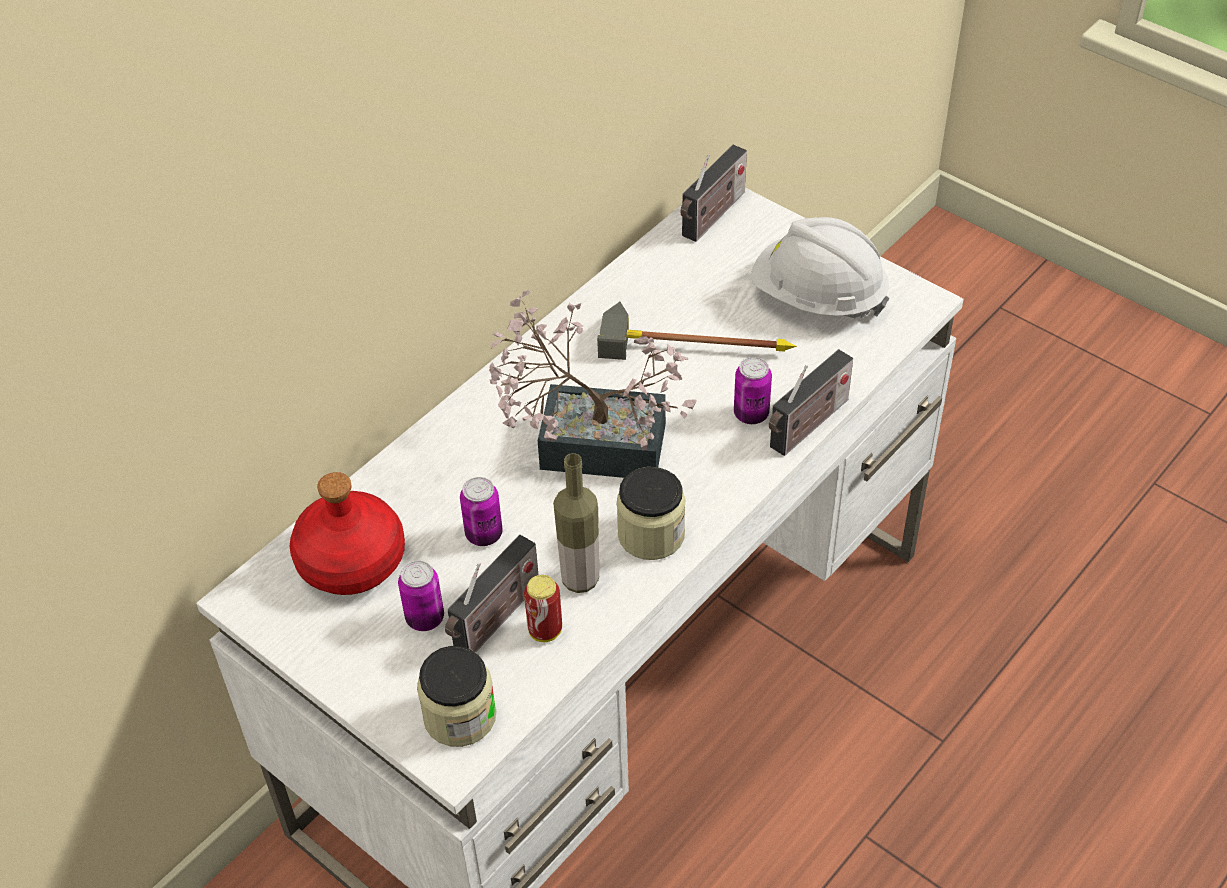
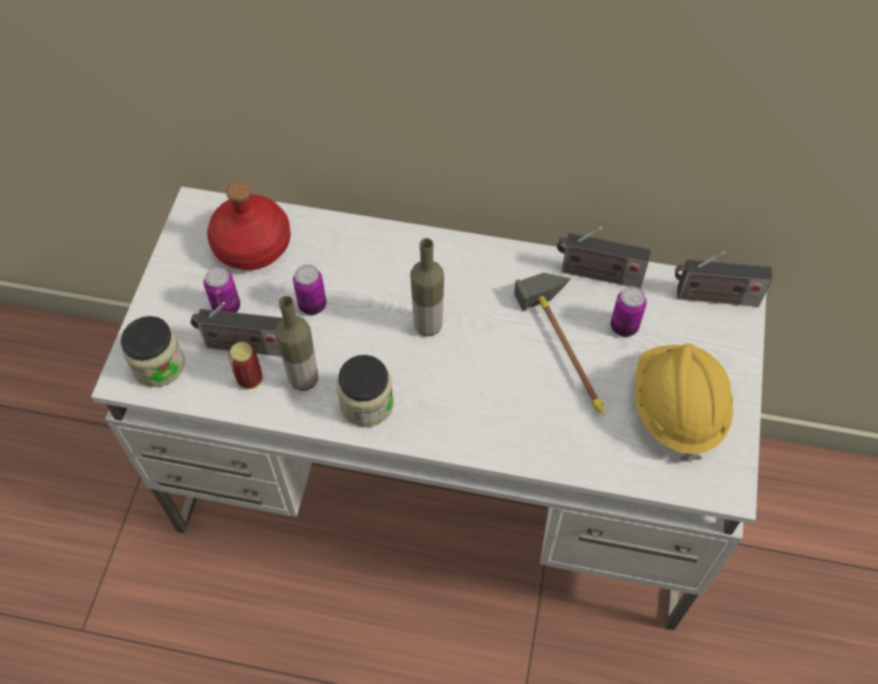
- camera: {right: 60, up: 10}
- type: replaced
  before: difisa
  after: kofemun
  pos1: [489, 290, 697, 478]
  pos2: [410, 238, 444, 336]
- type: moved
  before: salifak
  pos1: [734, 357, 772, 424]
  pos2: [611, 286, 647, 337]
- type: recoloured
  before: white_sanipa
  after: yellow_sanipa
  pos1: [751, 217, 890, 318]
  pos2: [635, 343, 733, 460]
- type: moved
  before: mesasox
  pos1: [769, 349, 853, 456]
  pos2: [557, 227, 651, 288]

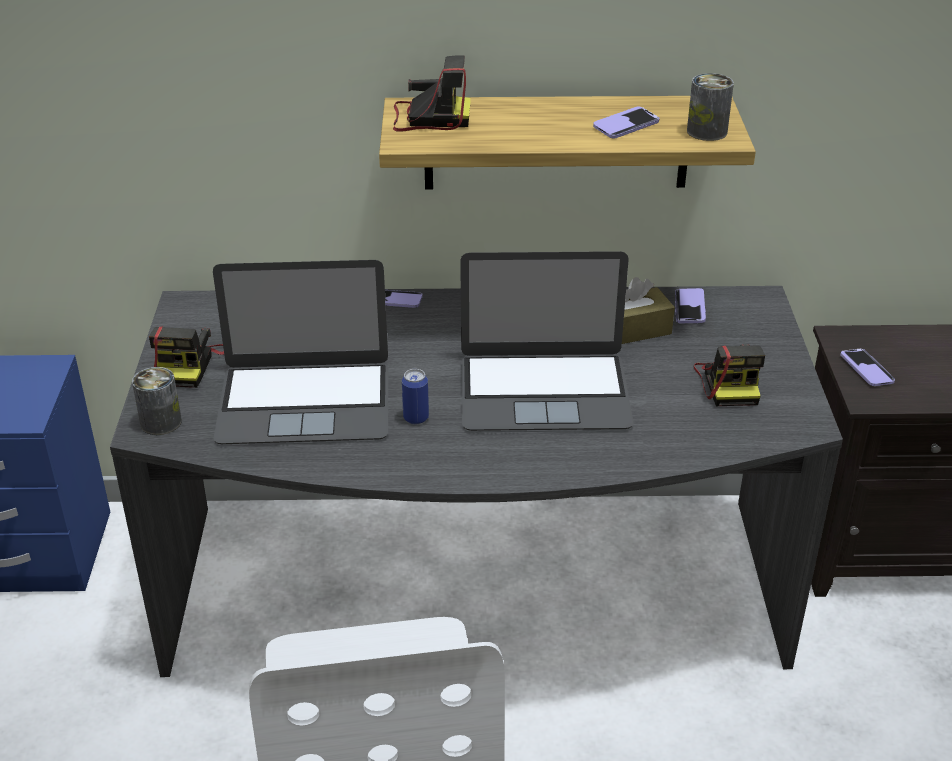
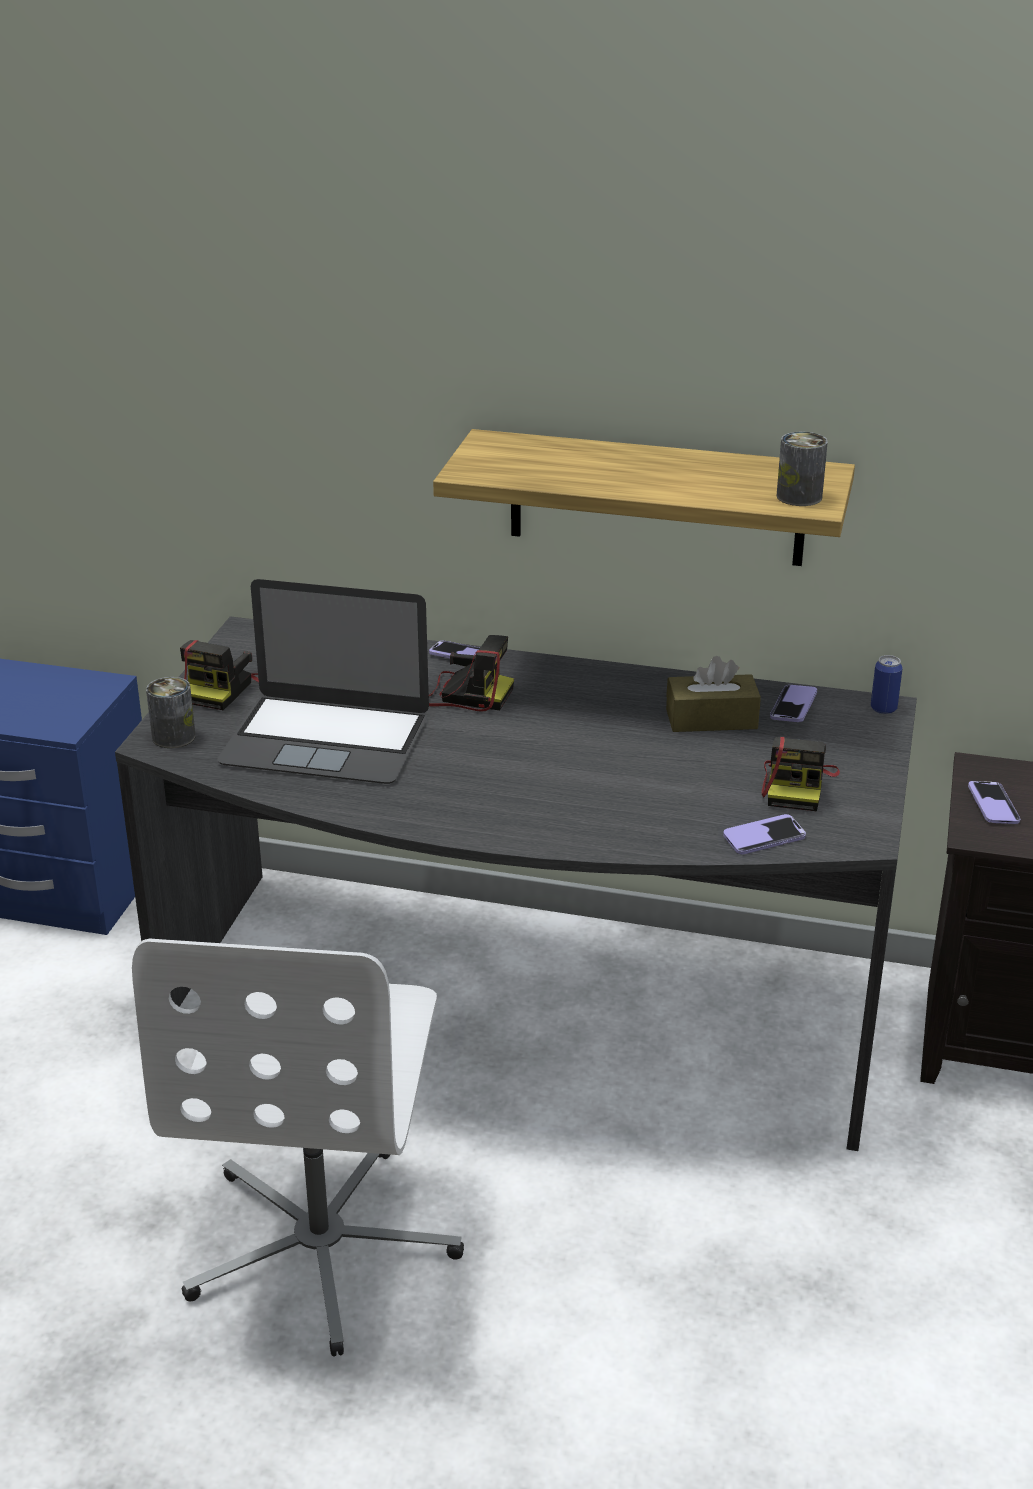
- camera: {right: 15, up: -5}
- type: moved
  before: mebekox
  pos1: [393, 55, 471, 132]
  pos2: [429, 635, 514, 711]
- type: moved
  before: salifak
  pos1: [402, 369, 429, 424]
  pos2: [871, 655, 903, 714]
- type: removed
  before: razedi
  pos1: [460, 251, 634, 431]
- type: moved
  before: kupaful
  pos1: [593, 106, 659, 138]
  pos2: [723, 814, 806, 854]

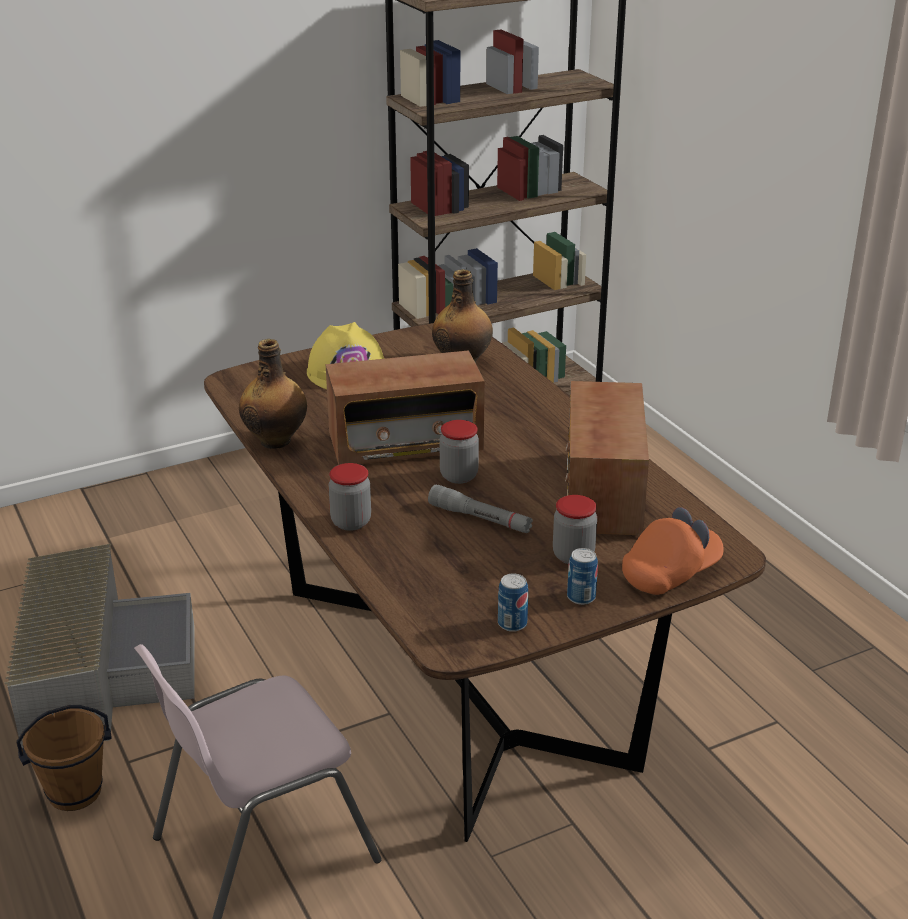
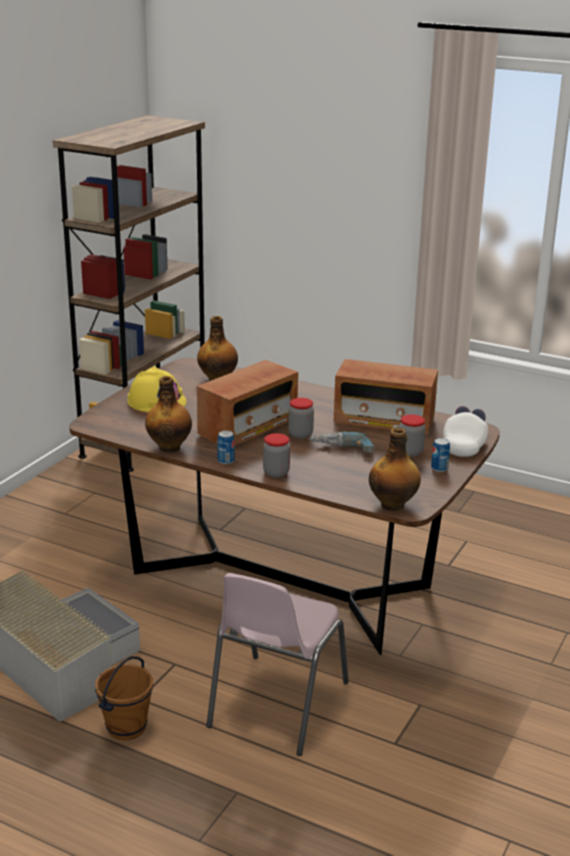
- camera: {right: -35, up: -5}
- type: replaced
  before: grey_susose
  after: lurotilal
  pos1: [428, 485, 533, 534]
  pos2: [309, 432, 375, 453]
- type: moved
  before: salifak
  pos1: [498, 573, 528, 632]
  pos2: [217, 430, 235, 464]
- type: turned
  before: mesasox
  pos1: [565, 381, 649, 535]
  pos2: [334, 359, 438, 435]
  turn: -45
- type: recoloured
  before: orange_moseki
  after: white_moseki
  pos1: [622, 507, 724, 595]
  pos2: [443, 406, 488, 457]
- type: added
  after: kofemun
  pos2: [369, 428, 421, 511]

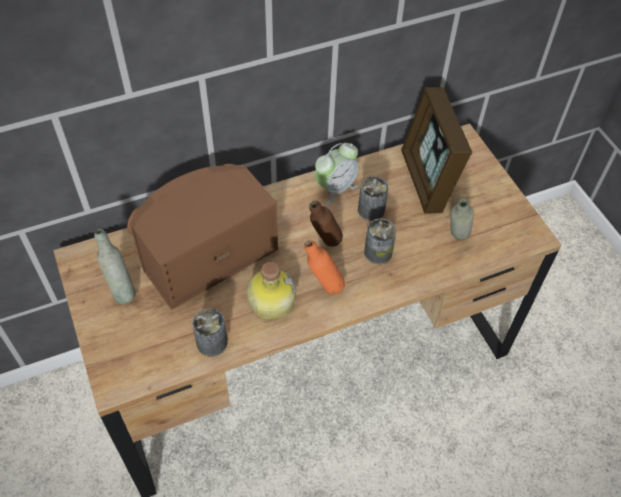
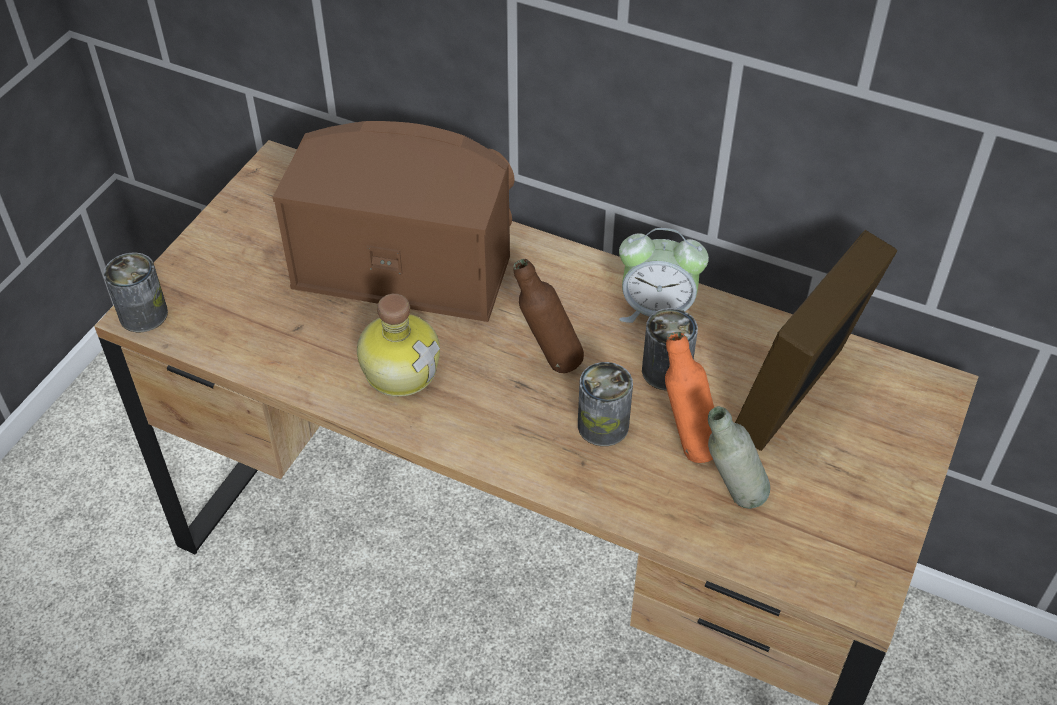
- camera: {right: 50, up: -5}
- type: removed
  before: grey_kofemun
  pos1: [94, 229, 136, 304]
- type: moved
  before: salifak
  pos1: [192, 308, 227, 357]
  pos2: [104, 253, 168, 332]
- type: moved
  before: orange_kofemun
  pos1: [304, 240, 345, 295]
  pos2: [665, 332, 714, 463]

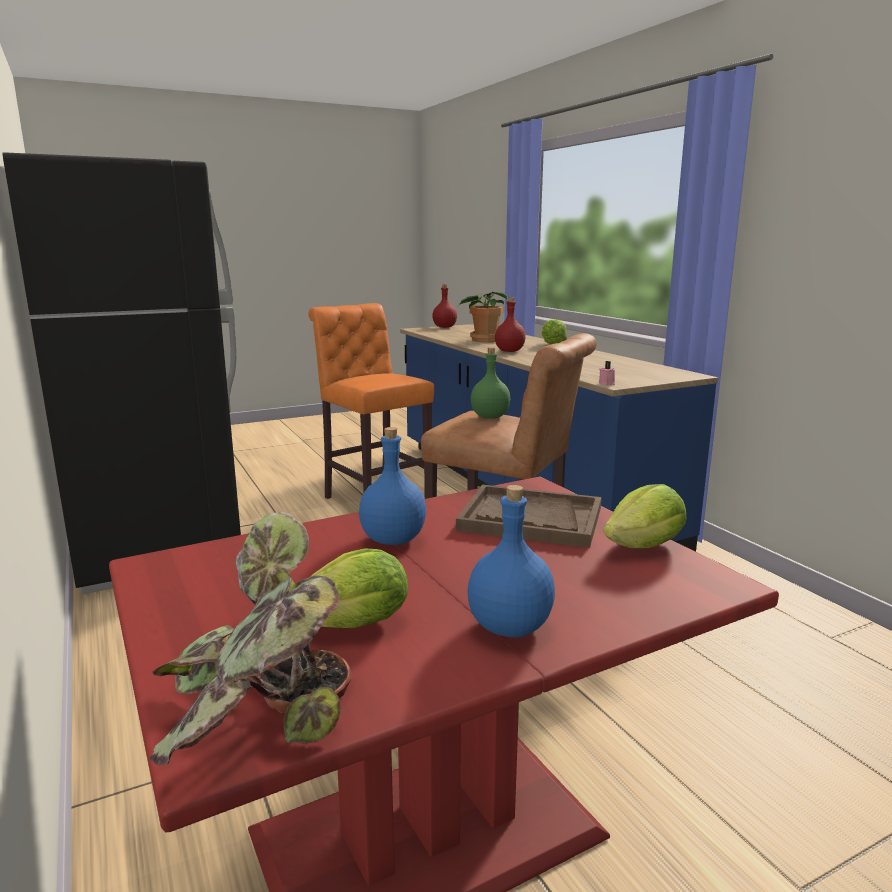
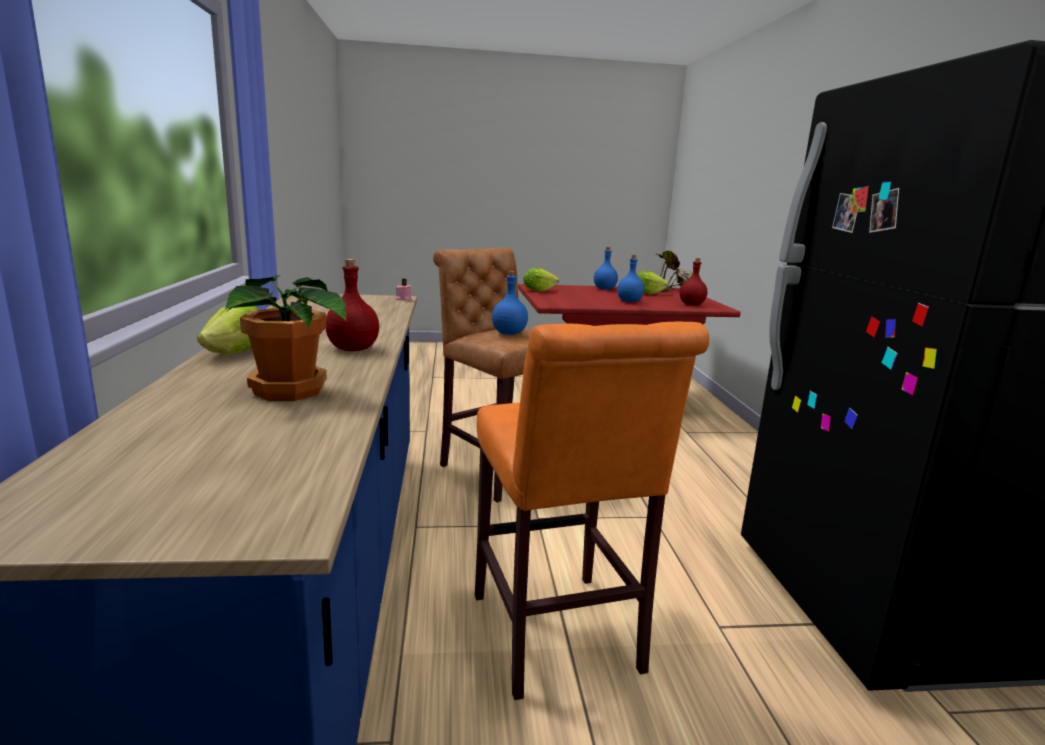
- camera: {right: -160, up: 0}
- type: moved
  before: red_kofemun
  pos1: [432, 284, 457, 328]
  pos2: [679, 258, 707, 305]
- type: removed
  before: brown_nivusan
  pos1: [456, 484, 602, 548]
- type: recoloured
  before: green_kofemun
  after: blue_kofemun
  pos1: [471, 347, 510, 418]
  pos2: [492, 271, 528, 335]

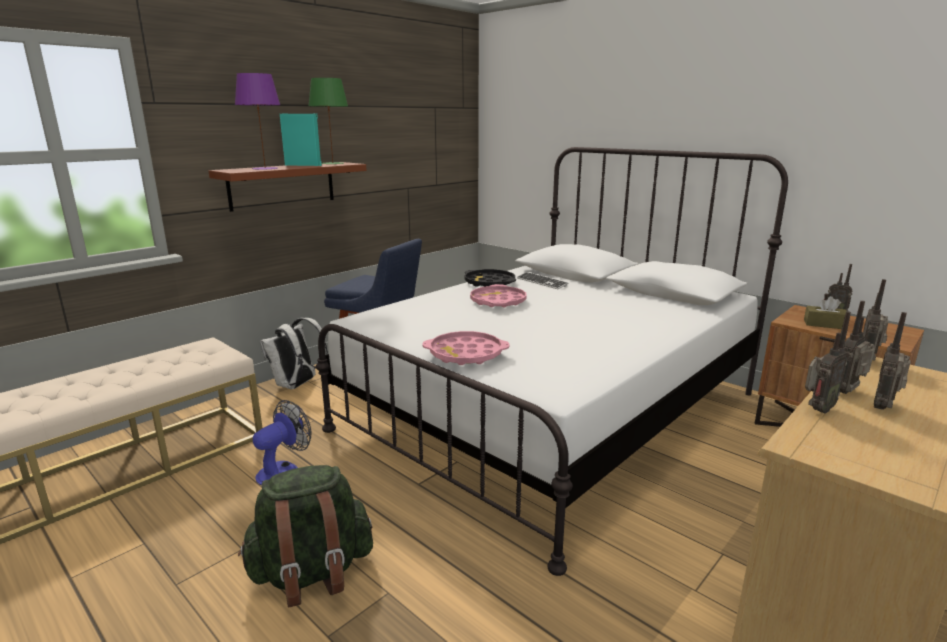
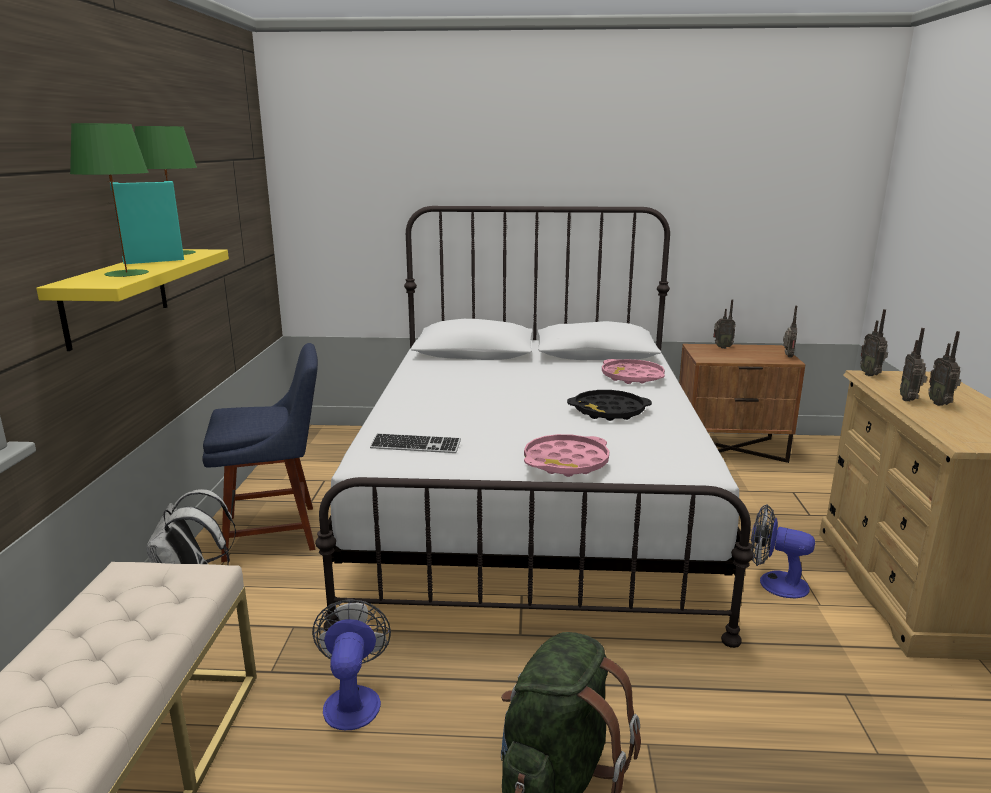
- camera: {right: -40, up: 0}
- type: recoloured
  before: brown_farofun
  after: yellow_farofun
  pos1: [208, 162, 367, 212]
  pos2: [36, 249, 229, 351]
- type: recoloured
  before: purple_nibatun
  after: green_nibatun
  pos1: [235, 73, 280, 170]
  pos2: [70, 123, 149, 277]
- type: moved
  before: black_nivusan
  pos1: [464, 269, 516, 287]
  pos2: [567, 390, 652, 421]
- type: moved
  before: pink_nivusan
  pos1: [470, 284, 527, 307]
  pos2: [602, 359, 665, 384]
- type: moved
  before: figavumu
  pos1: [517, 272, 569, 289]
  pos2: [370, 433, 461, 453]
- type: removed
  before: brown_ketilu
  pos1: [804, 296, 847, 329]
- type: moved
  before: mesasox
  pos1: [805, 311, 851, 414]
  pos2: [783, 306, 797, 358]
- type: added
  after: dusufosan
  pos2: [751, 505, 815, 598]

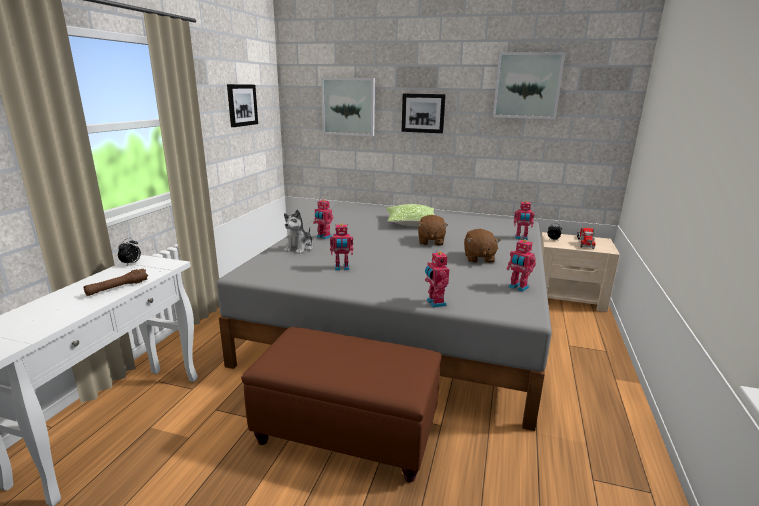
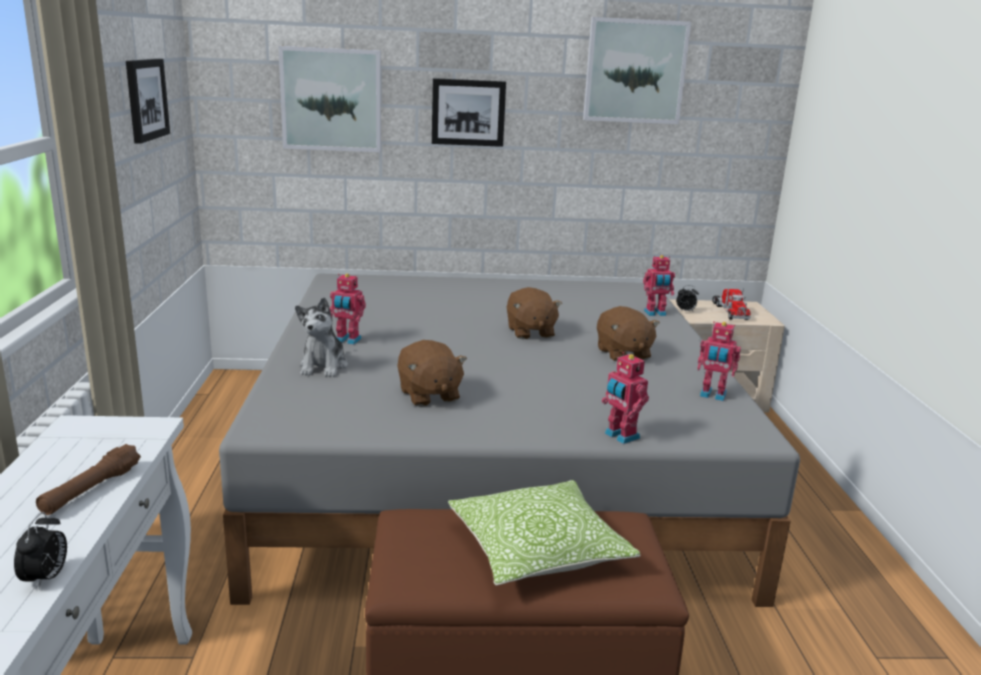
- camera: {right: -20, up: 0}
- type: moved
  before: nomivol
  pos1: [118, 238, 141, 265]
  pos2: [14, 512, 67, 590]
- type: replaced
  before: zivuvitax
  after: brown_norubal
  pos1: [330, 223, 353, 271]
  pos2: [397, 340, 467, 407]
- type: moved
  before: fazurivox
  pos1: [386, 204, 435, 226]
  pos2: [448, 480, 640, 586]

